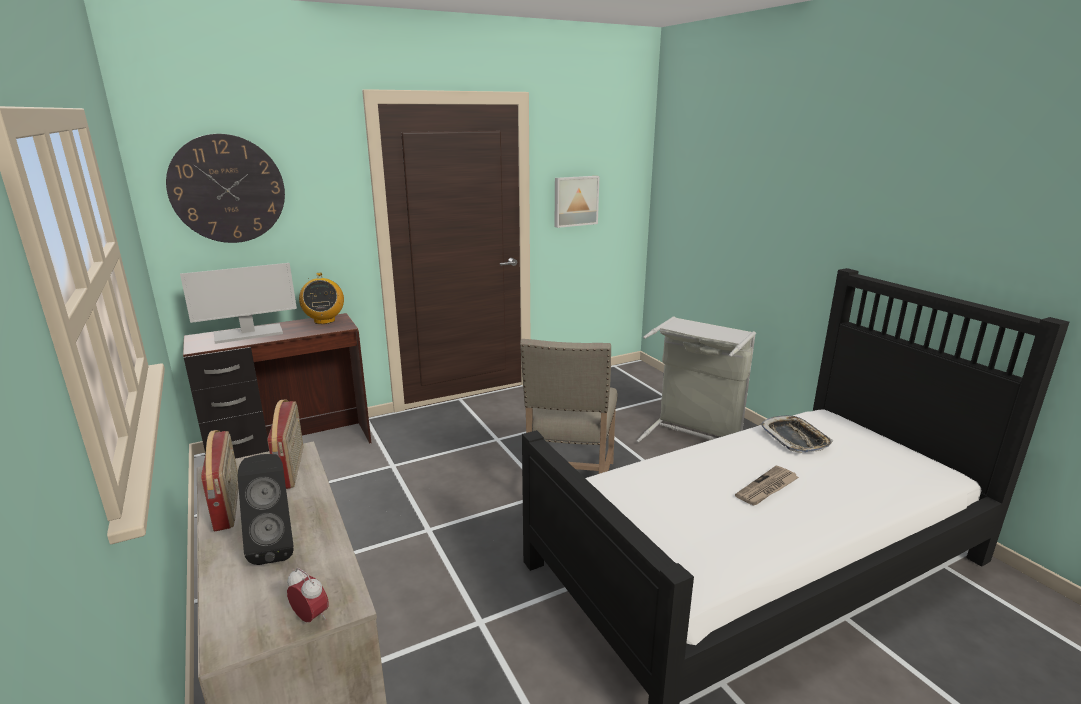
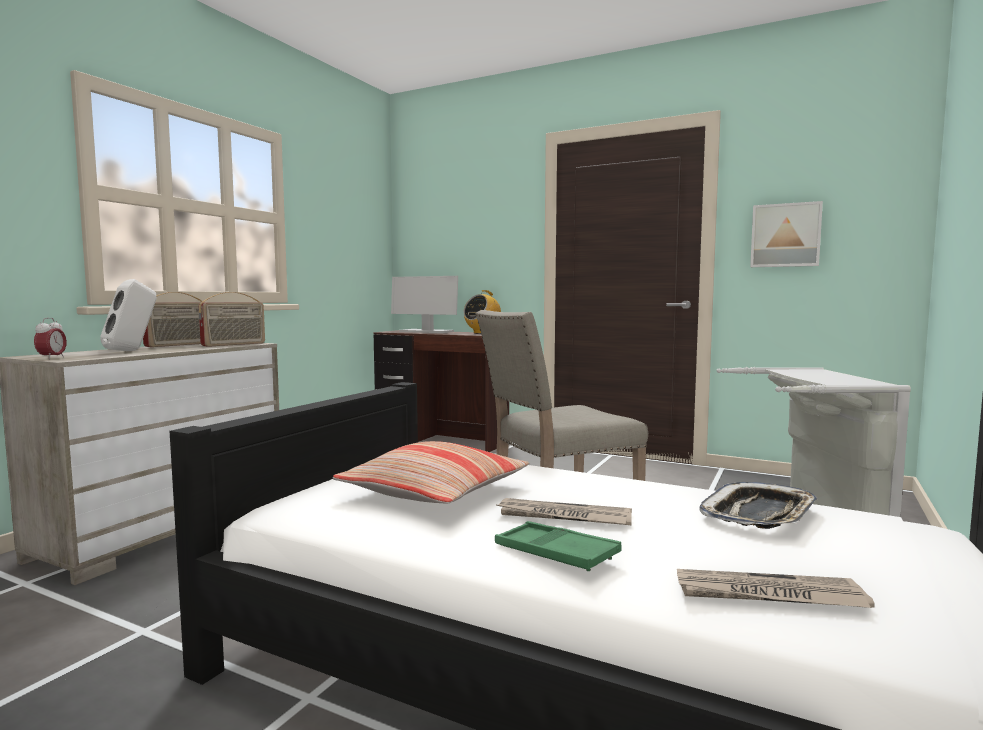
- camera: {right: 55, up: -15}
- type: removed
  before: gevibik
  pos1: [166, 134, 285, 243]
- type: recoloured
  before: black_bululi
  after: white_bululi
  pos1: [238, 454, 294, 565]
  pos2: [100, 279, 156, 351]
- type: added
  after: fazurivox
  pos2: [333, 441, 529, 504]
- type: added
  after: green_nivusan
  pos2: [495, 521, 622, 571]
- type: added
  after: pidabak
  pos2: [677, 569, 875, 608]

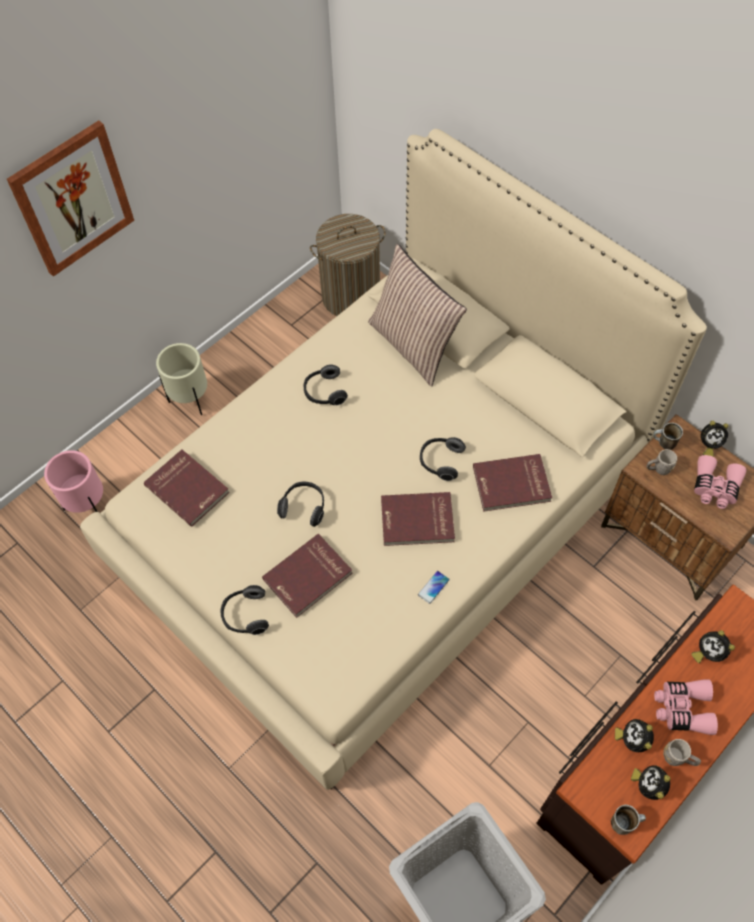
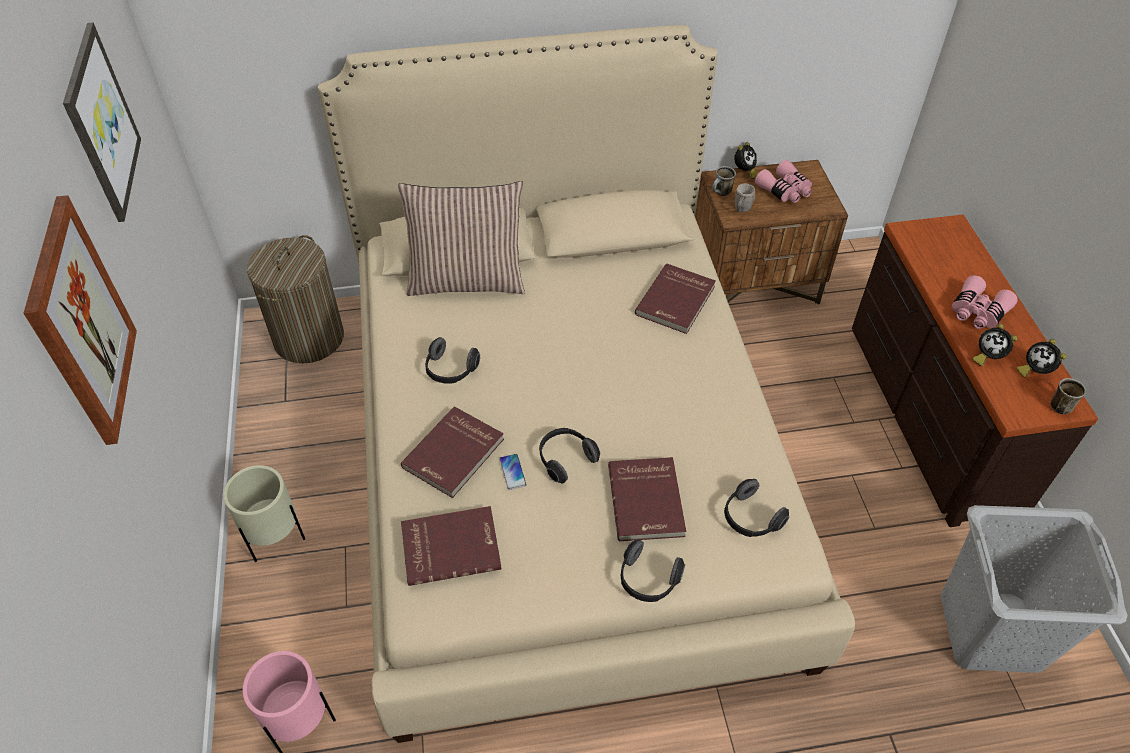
- camera: {right: -55, up: -10}
- type: moved
  before: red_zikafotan
  pos1: [381, 492, 455, 546]
  pos2: [401, 407, 504, 498]
- type: moved
  before: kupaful
  pos1: [418, 571, 450, 604]
  pos2: [499, 454, 526, 490]
- type: moved
  before: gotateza
  pos1: [420, 437, 466, 481]
  pos2: [724, 479, 789, 537]
- type: removed
  before: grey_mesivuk
  pos1: [663, 739, 701, 766]
- type: removed
  before: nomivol
  pos1: [691, 630, 735, 663]
- type: added
  after: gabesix
  pos2: [63, 23, 141, 222]

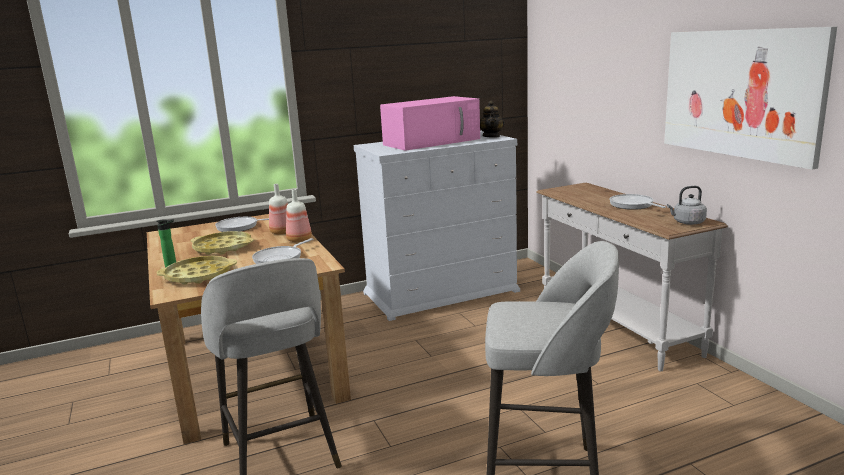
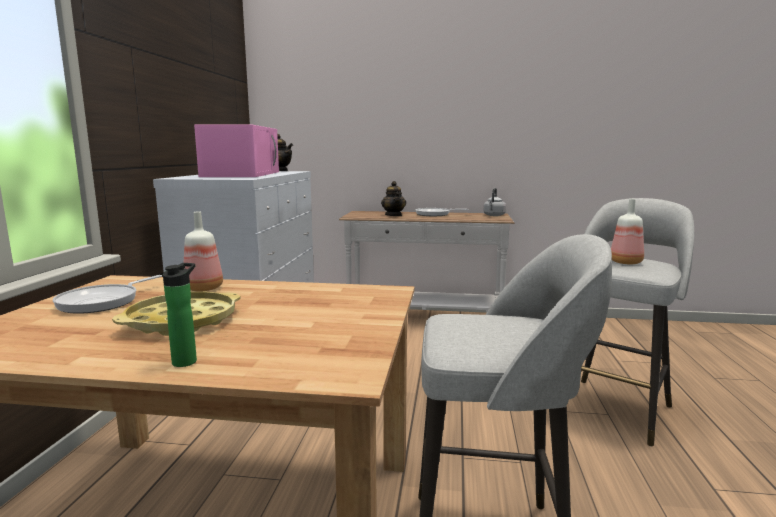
- camera: {right: -60, up: -5}
- type: removed
  before: yellow_nivusan
  pos1: [157, 256, 237, 285]
- type: removed
  before: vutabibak
  pos1: [252, 238, 313, 264]
- type: moved
  before: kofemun
  pos1: [286, 189, 312, 242]
  pos2: [611, 199, 644, 264]
- type: removed
  before: gabesix
  pos1: [664, 26, 837, 170]
- type: added
  after: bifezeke
  pos2: [381, 181, 406, 216]

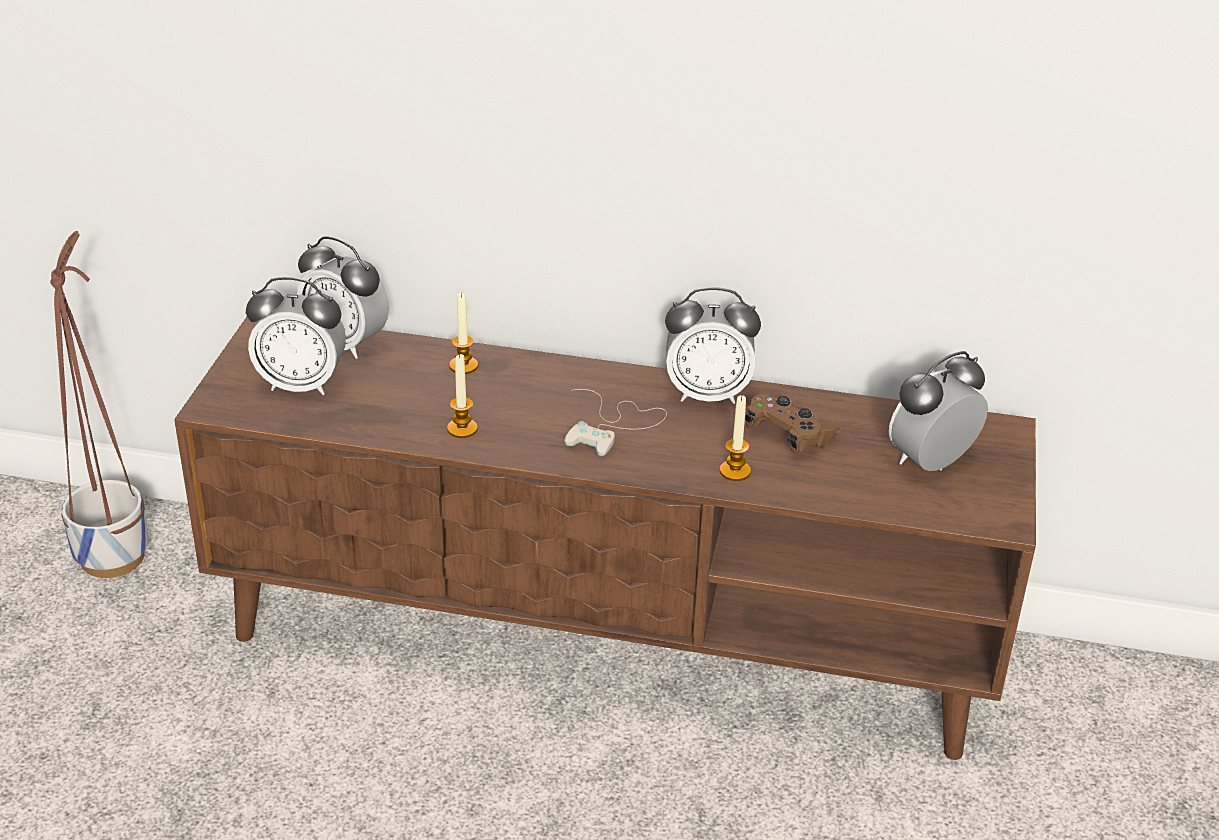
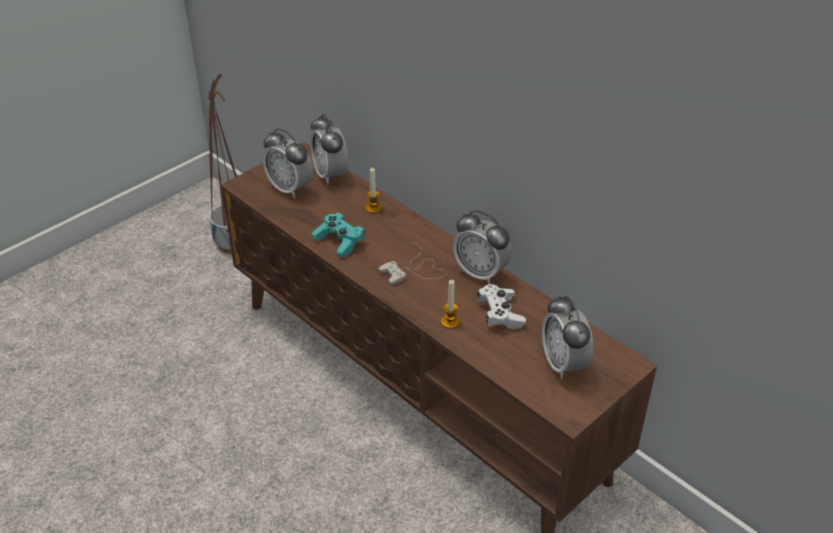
- camera: {right: 35, up: 5}
- type: replaced
  before: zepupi
  after: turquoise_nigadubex
  pos1: [447, 354, 478, 438]
  pos2: [312, 213, 365, 258]
- type: recoloured
  before: brown_nigadubex
  after: white_nigadubex
  pos1: [745, 395, 840, 455]
  pos2: [477, 284, 526, 329]
- type: turned
  before: nomivol
  pos1: [888, 351, 988, 471]
  pos2: [542, 295, 593, 379]
  turn: -105

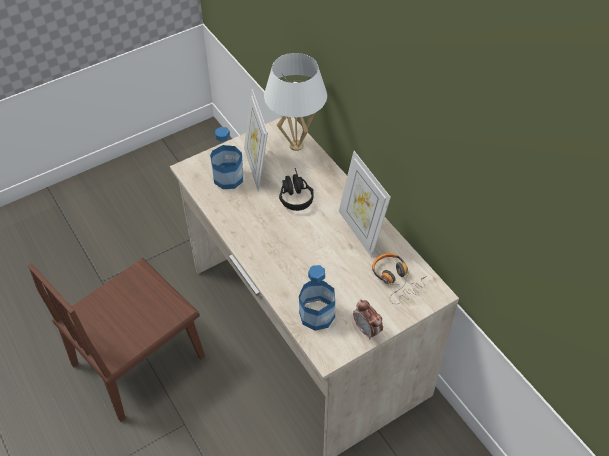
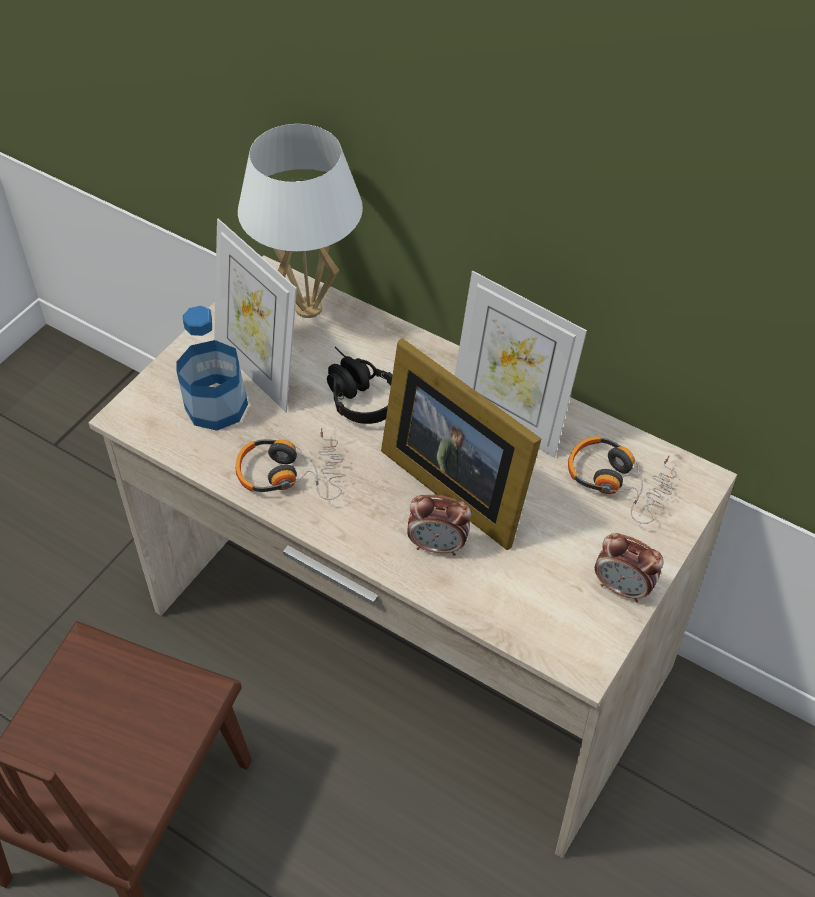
- camera: {right: -25, up: 0}
- type: removed
  before: kofemun
  pos1: [299, 265, 335, 331]
- type: added
  after: gotateza
  pos2: [236, 428, 345, 500]
- type: added
  after: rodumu
  pos2: [381, 338, 541, 550]
- type: added
  after: nomivol
  pos2: [407, 495, 471, 556]

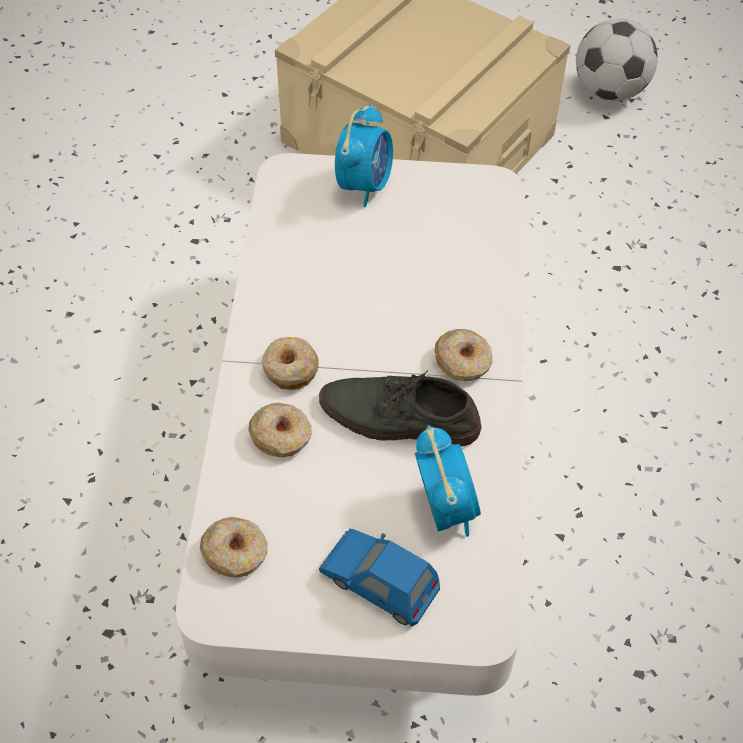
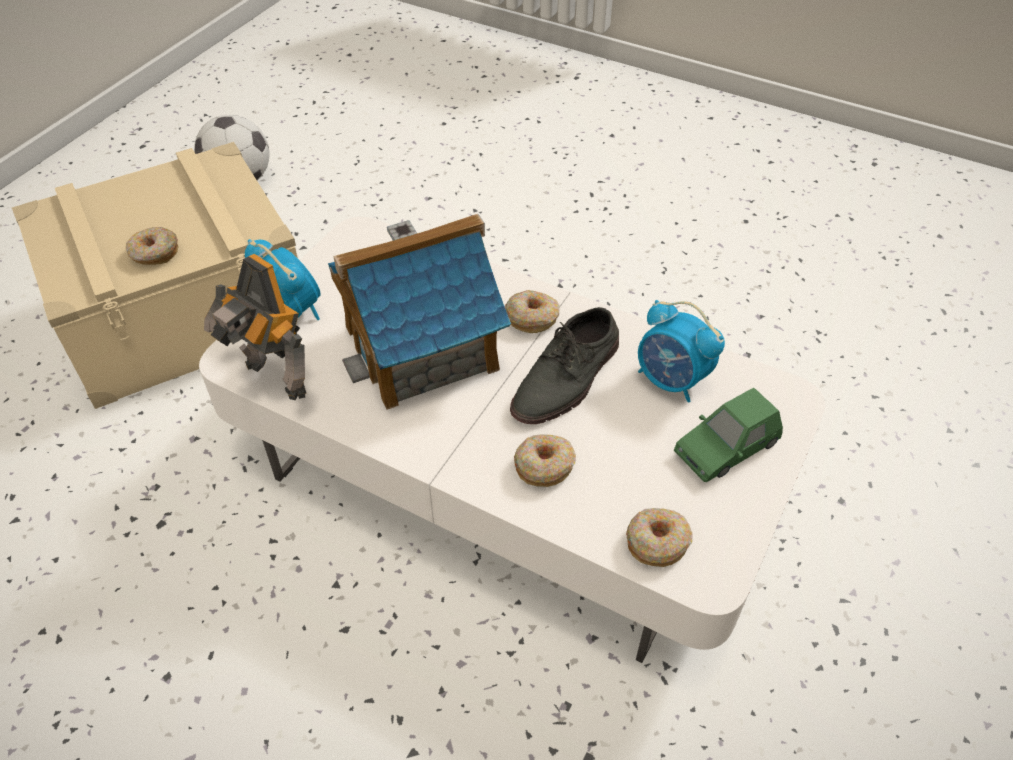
- camera: {right: -65, up: -5}
- type: moved
  before: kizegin
  pos1: [261, 337, 319, 390]
  pos2: [126, 227, 179, 265]
- type: recoloured
  before: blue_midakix
  after: green_midakix
  pos1: [319, 529, 440, 626]
  pos2: [674, 388, 783, 482]
- type: turned
  before: nomivol
  pos1: [415, 425, 481, 537]
  pos2: [638, 300, 725, 403]
  turn: -150
- type: added
  after: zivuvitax
  pos2: [204, 254, 306, 400]
- type: added
  after: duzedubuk
  pos2: [328, 214, 511, 410]

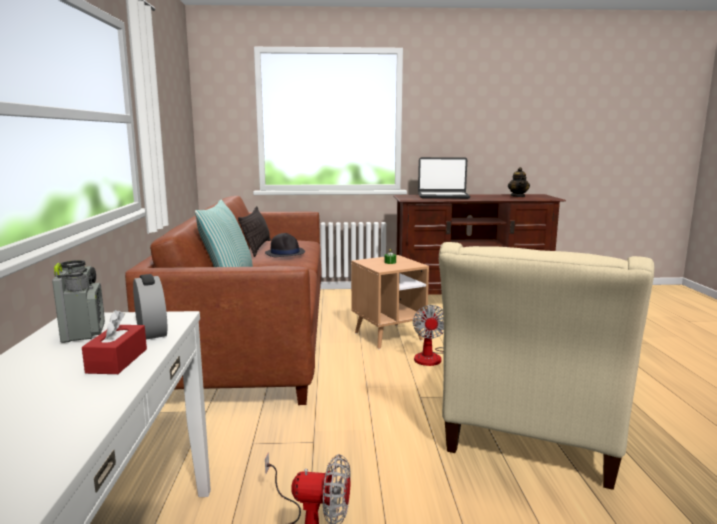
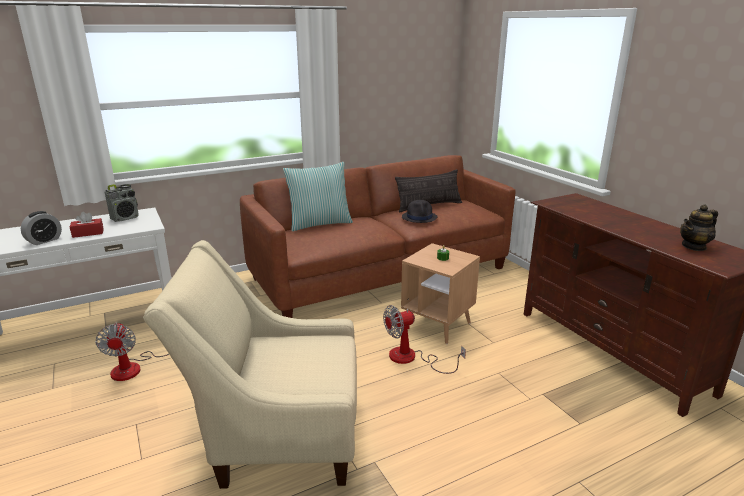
- camera: {right: 65, up: 10}
- type: moved
  before: nomivol
  pos1: [133, 274, 167, 340]
  pos2: [21, 211, 62, 245]
- type: removed
  before: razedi
  pos1: [418, 157, 471, 199]

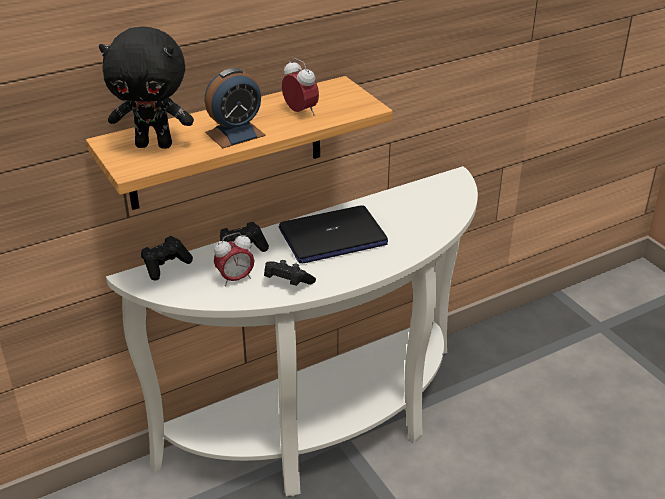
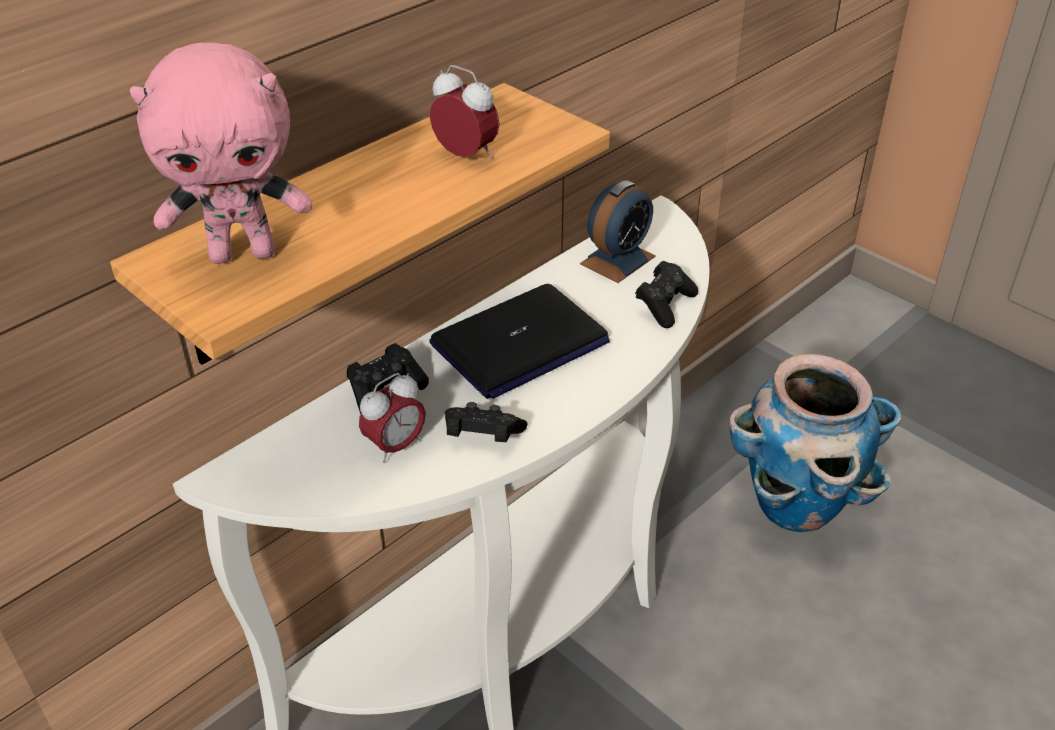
- camera: {right: -15, up: 5}
- type: recoloured
  before: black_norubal
  after: pink_norubal
  pos1: [99, 27, 194, 149]
  pos2: [130, 42, 312, 264]
- type: moved
  before: black_nigadubex
  pos1: [141, 236, 193, 281]
  pos2: [635, 261, 699, 328]
- type: moved
  before: nomivol
  pos1: [205, 68, 266, 148]
  pos2: [580, 180, 656, 283]
- type: added
  after: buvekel
  pos2: [728, 354, 901, 532]

